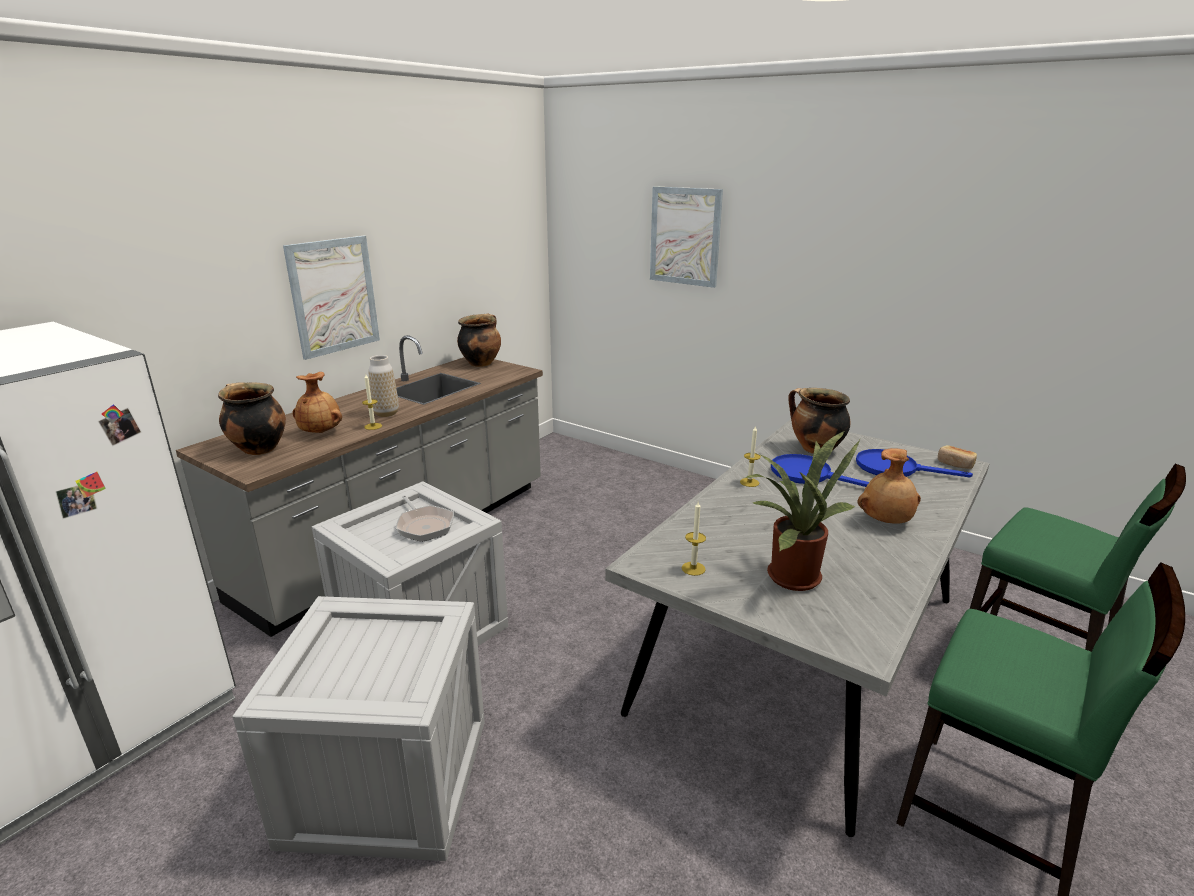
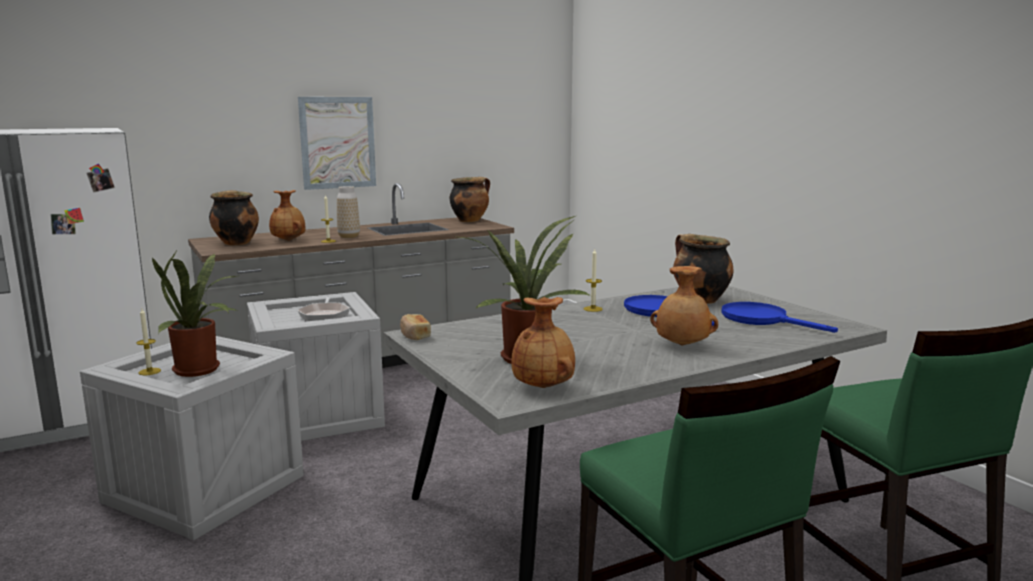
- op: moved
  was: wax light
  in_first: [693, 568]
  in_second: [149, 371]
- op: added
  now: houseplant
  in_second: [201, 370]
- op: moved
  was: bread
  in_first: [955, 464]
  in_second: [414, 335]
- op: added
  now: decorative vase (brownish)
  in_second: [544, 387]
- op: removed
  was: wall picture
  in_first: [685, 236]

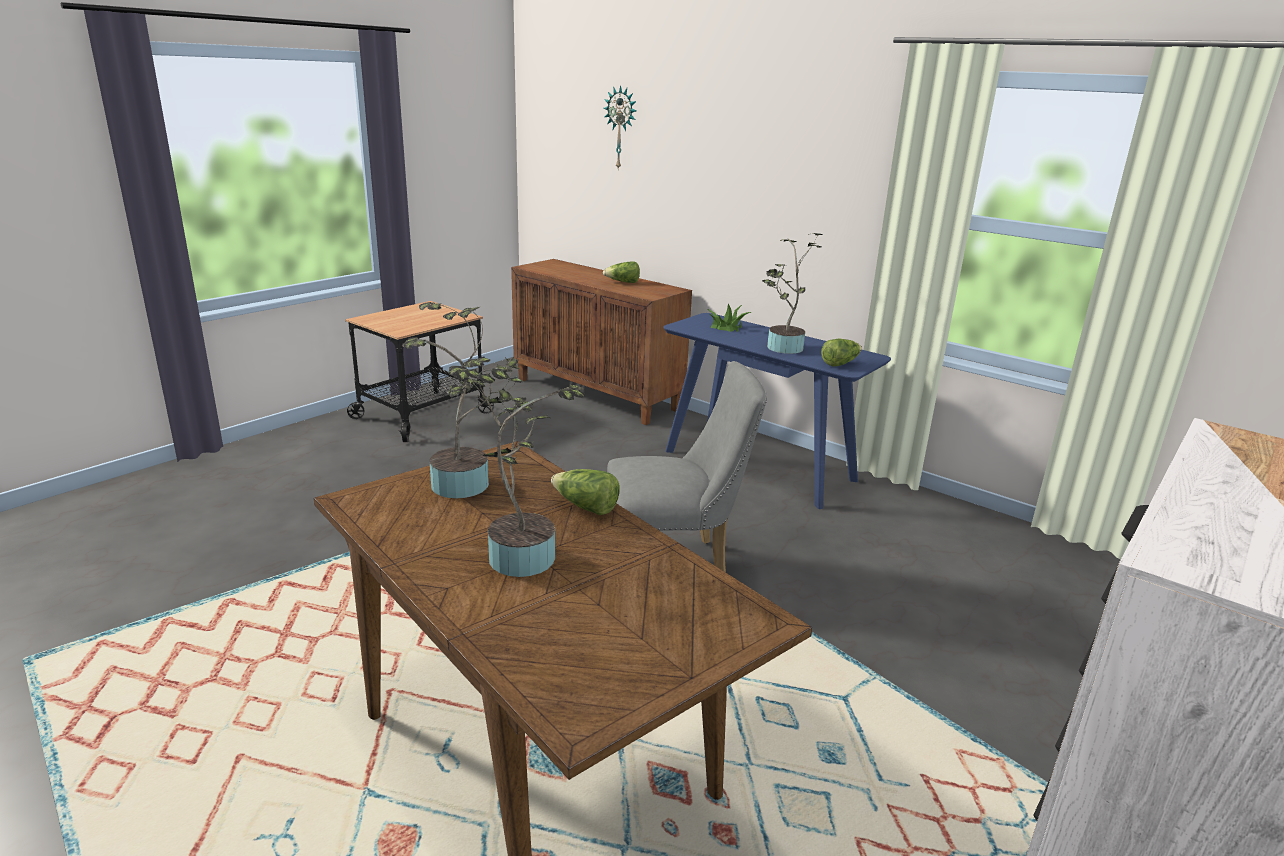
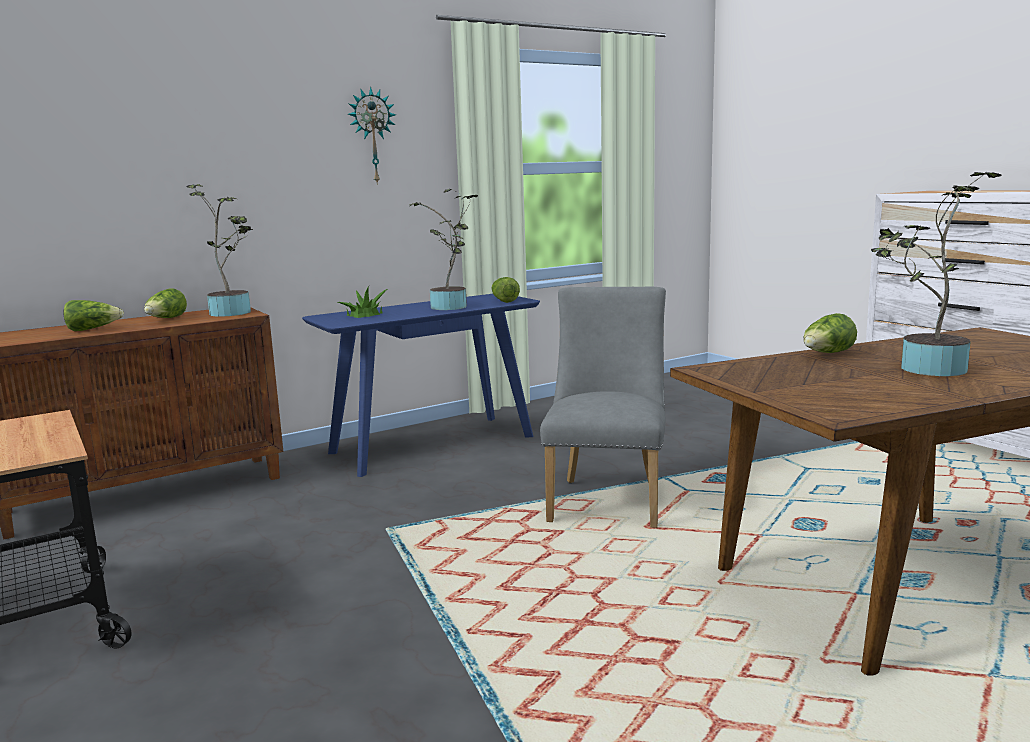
- op: added
  now: lettuce head
  in_second: [93, 329]
- op: moved
  was: houseplant
  in_first: [467, 484]
  in_second: [233, 312]
- op: moved
  was: clock on the wall
  in_first: [621, 128]
  in_second: [372, 136]

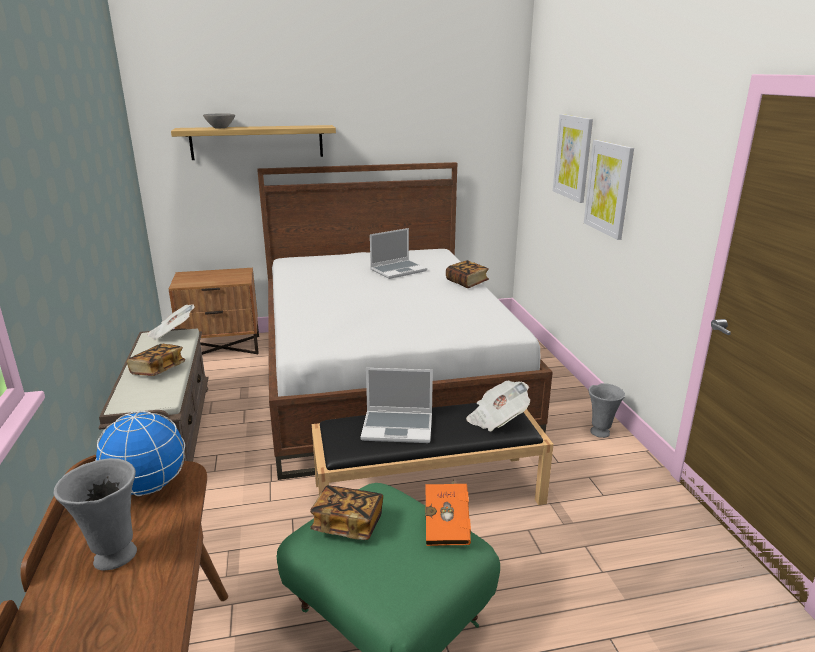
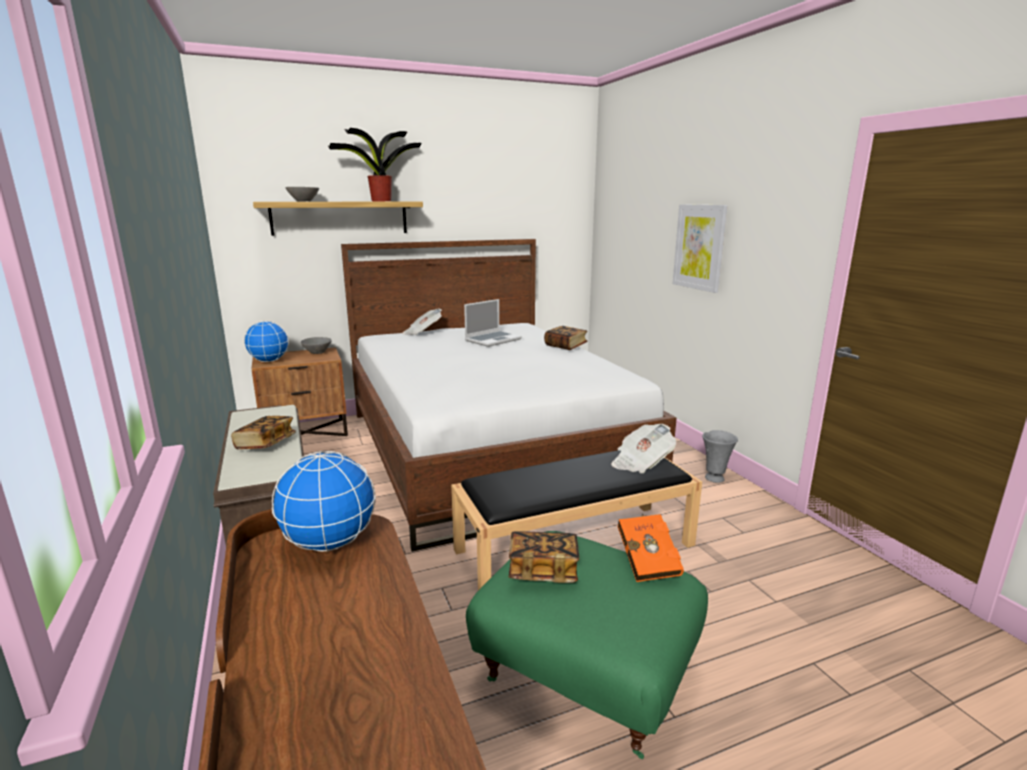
- op: added
  now: globe
  in_second: [268, 361]
- op: added
  now: deep dish (gray)
  in_second: [317, 353]
- op: added
  now: houseplant
  in_second: [380, 201]
- op: moved
  was: printed paper
  in_first: [172, 334]
  in_second: [422, 333]
- op: removed
  was: decorative vase (gray)
  in_first: [113, 557]
- op: removed
  was: portable computer
  in_first: [398, 427]
- op: removed
  was: wall picture
  in_first: [573, 157]

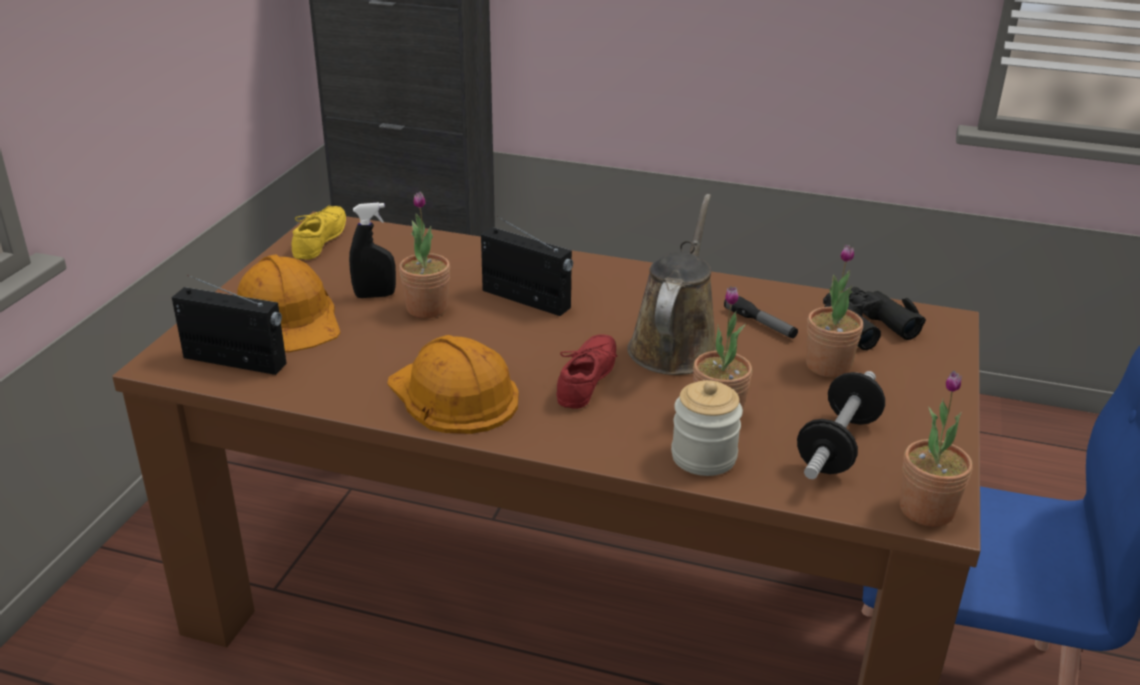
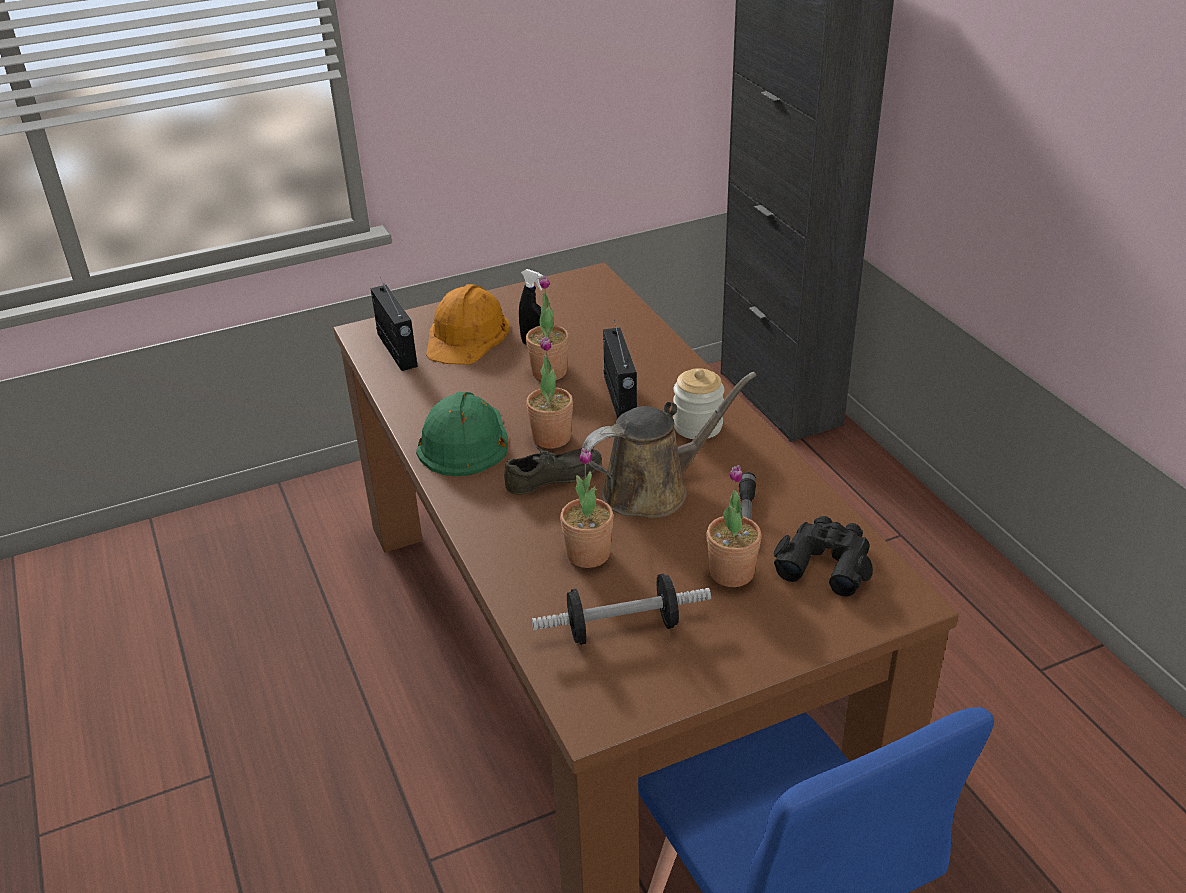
- op: recoloured
  was: work helmet (orangey)
  now: work helmet (greenish)
  in_first: [453, 395]
  in_second: [463, 440]
- op: recoloured
  was: shoe (red)
  now: shoe (gray)
  in_first: [590, 380]
  in_second: [555, 480]
- op: moved
  was: houseplant
  in_first: [926, 510]
  in_second: [551, 438]
- op: moved
  was: storage jar
  in_first: [703, 457]
  in_second: [697, 426]
- op: removed
  was: shoe (yellow-coloured)
  in_first: [323, 241]

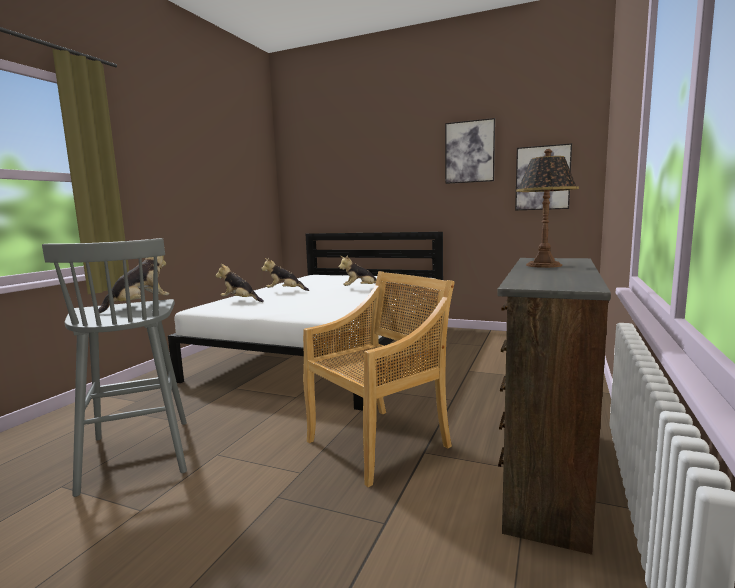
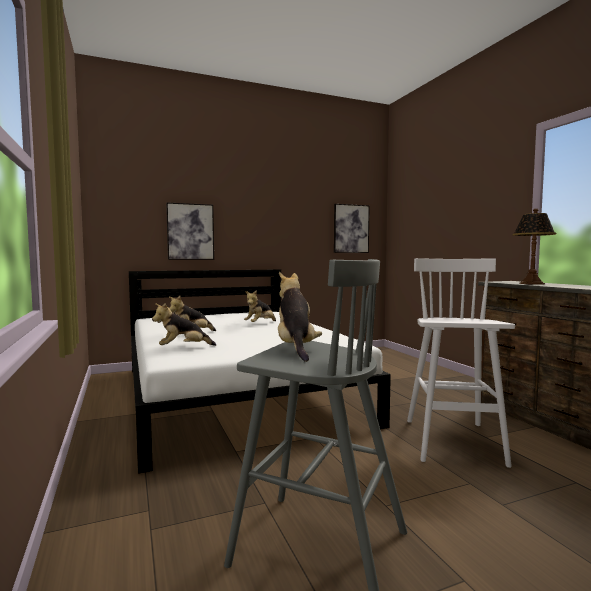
- op: moved
  was: wall picture
  in_first: [469, 152]
  in_second: [190, 231]
- op: replaced
  was: upright chair (beige-coloured)
  now: stool seat (white)
  in_first: [379, 443]
  in_second: [453, 443]

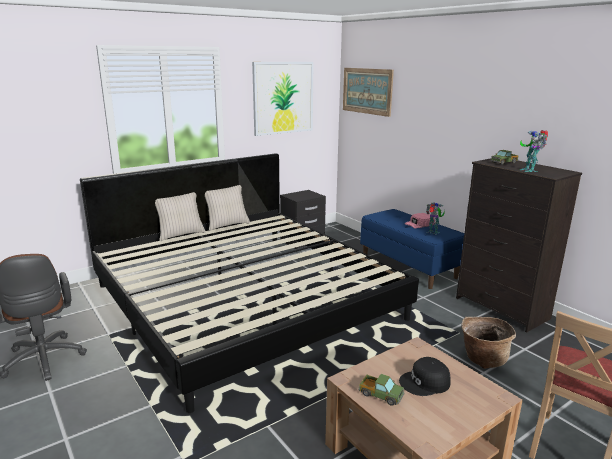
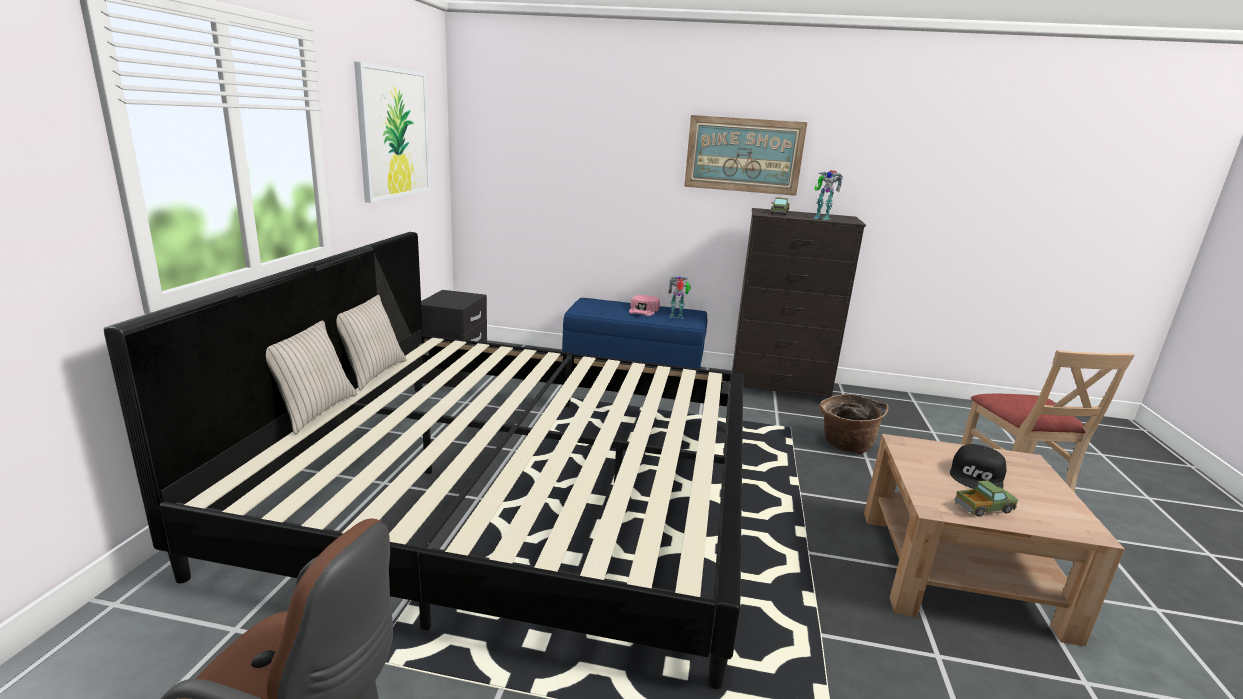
- op: moved
  was: wall picture
  in_first: [367, 91]
  in_second: [743, 155]

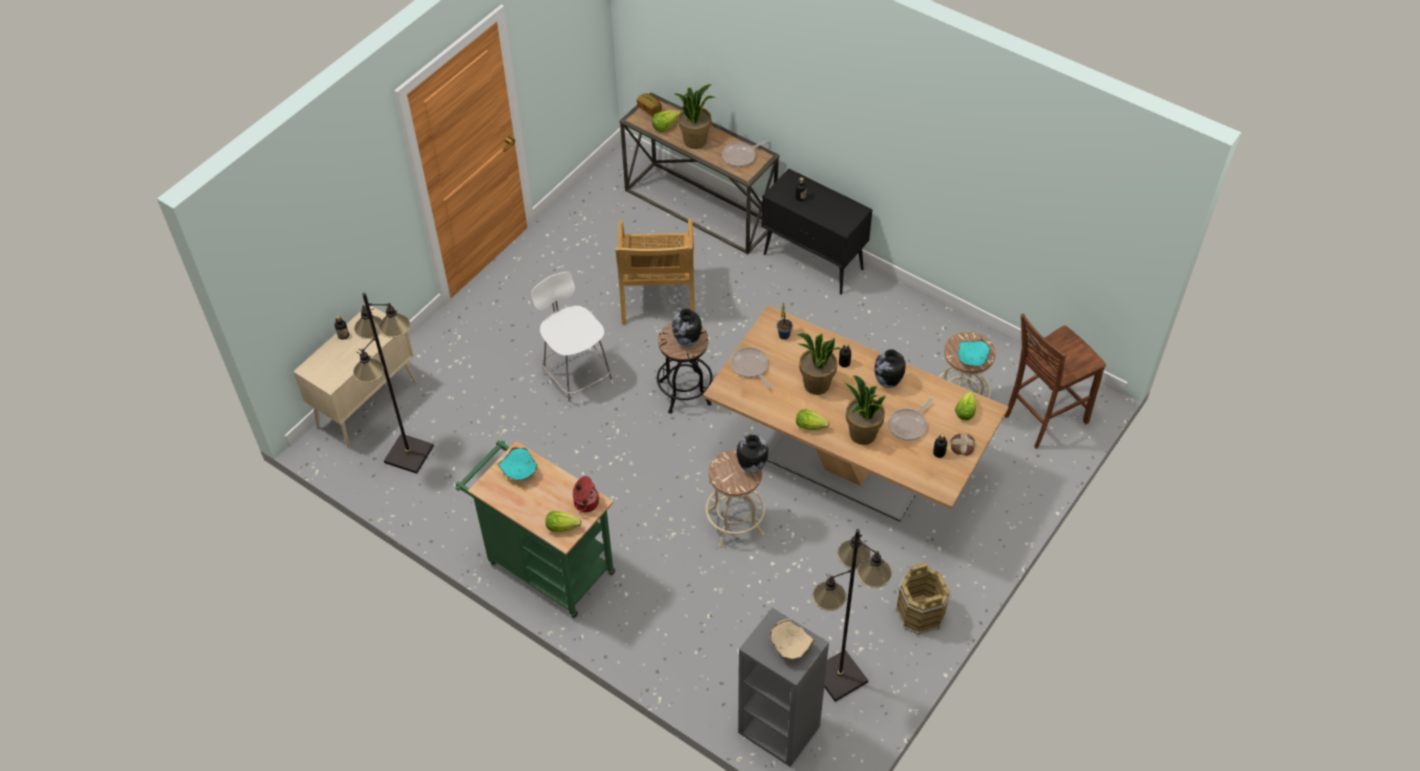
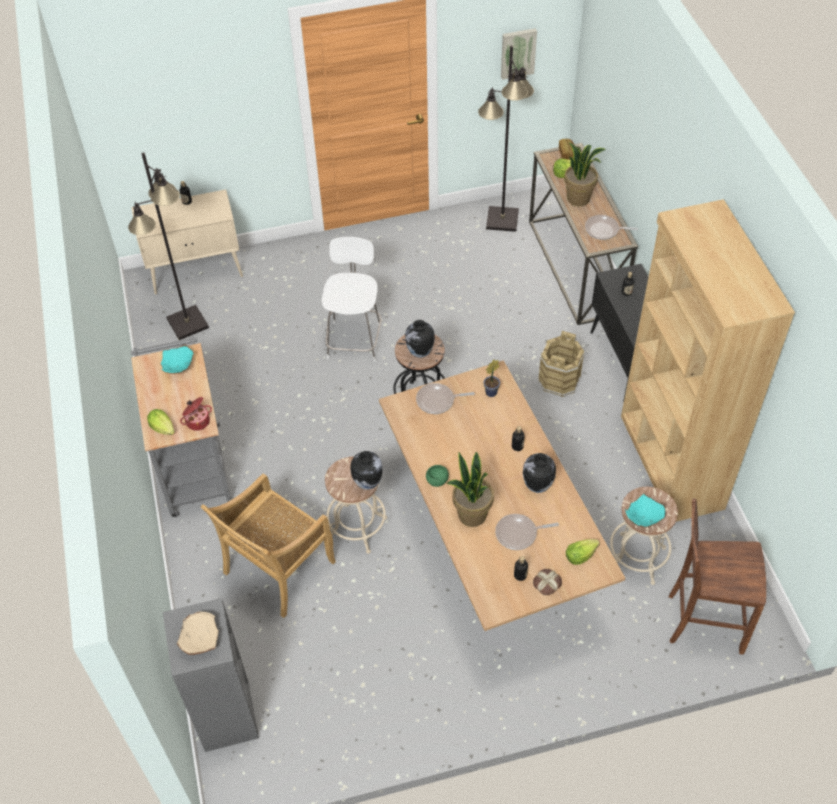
- op: recoloured
  was: trolley (greenish)
  now: trolley (gray)
  in_first: [545, 565]
  in_second: [194, 464]
- op: moved
  was: upright chair (beige-coloured)
  in_first: [658, 299]
  in_second: [278, 569]
- op: turned
  was: frying pan
  in_first: [750, 367]
  in_second: [438, 401]
  clockwise: -105
- op: replaced
  was: lettuce head
  now: deep dish (greenish)
  in_first: [812, 426]
  in_second: [437, 481]
- op: moved
  was: floor lamp (black-coloured)
  in_first: [839, 677]
  in_second: [501, 220]
- op: added
  now: wall picture
  in_second: [517, 52]
- op: moved
  was: water bucket (brownish)
  in_first: [919, 613]
  in_second: [558, 380]
- op: added
  now: bookcase (brownish)
  in_second: [670, 462]
- op: removed
  was: houseplant
  in_first: [816, 385]

